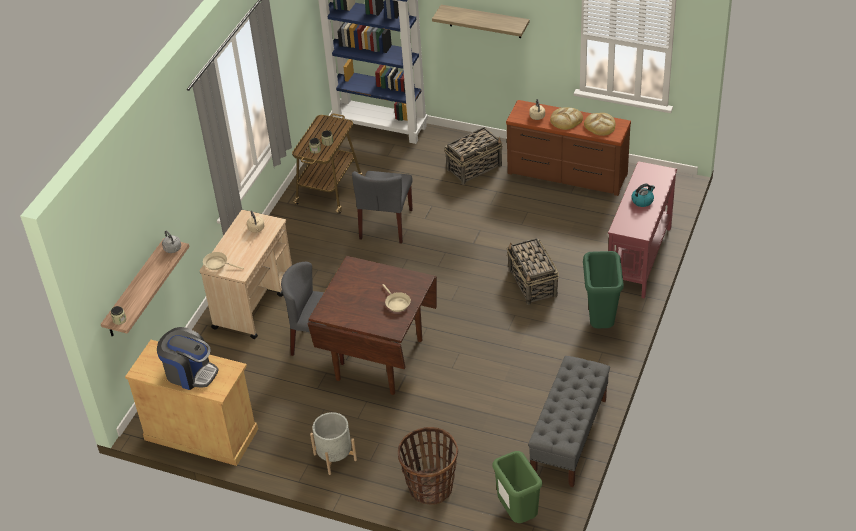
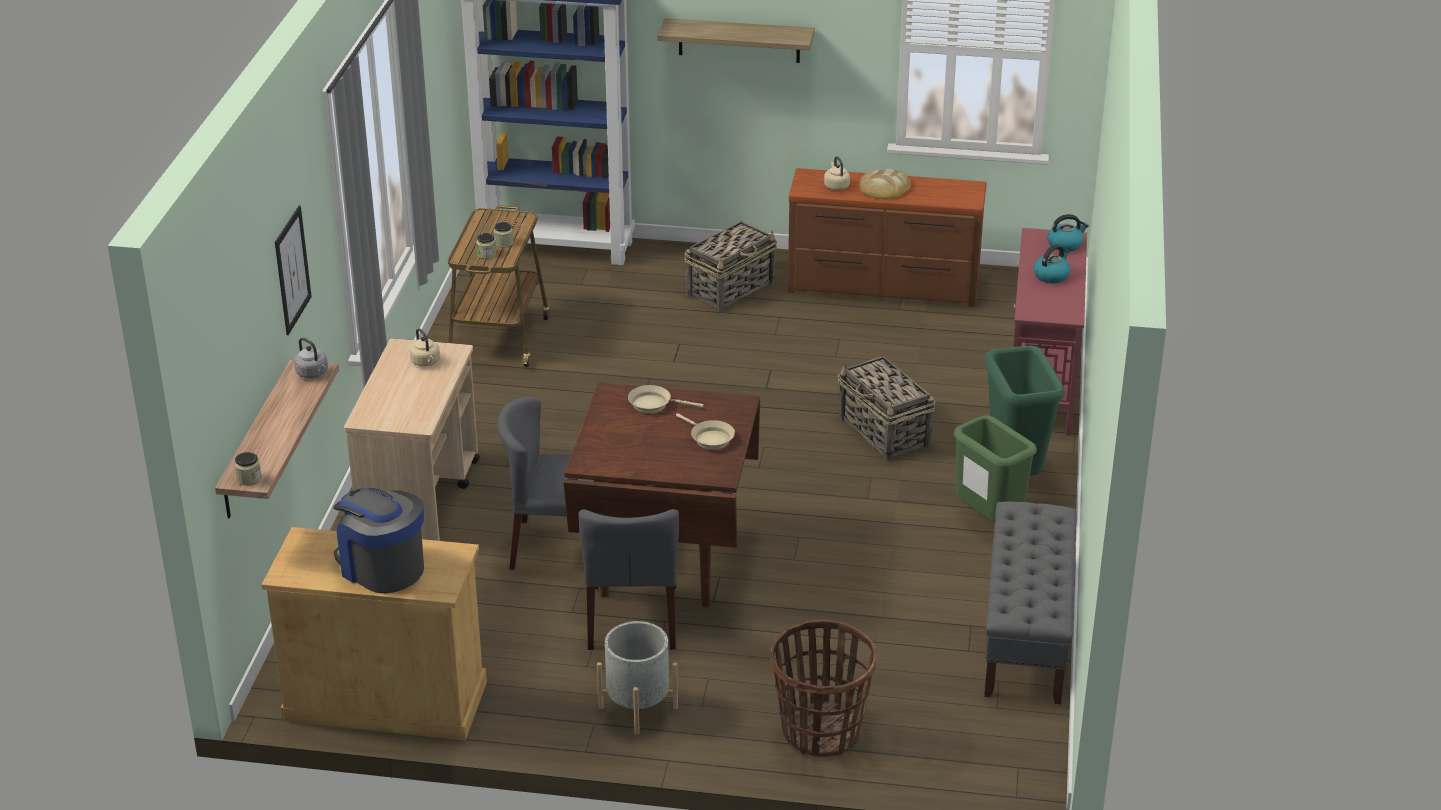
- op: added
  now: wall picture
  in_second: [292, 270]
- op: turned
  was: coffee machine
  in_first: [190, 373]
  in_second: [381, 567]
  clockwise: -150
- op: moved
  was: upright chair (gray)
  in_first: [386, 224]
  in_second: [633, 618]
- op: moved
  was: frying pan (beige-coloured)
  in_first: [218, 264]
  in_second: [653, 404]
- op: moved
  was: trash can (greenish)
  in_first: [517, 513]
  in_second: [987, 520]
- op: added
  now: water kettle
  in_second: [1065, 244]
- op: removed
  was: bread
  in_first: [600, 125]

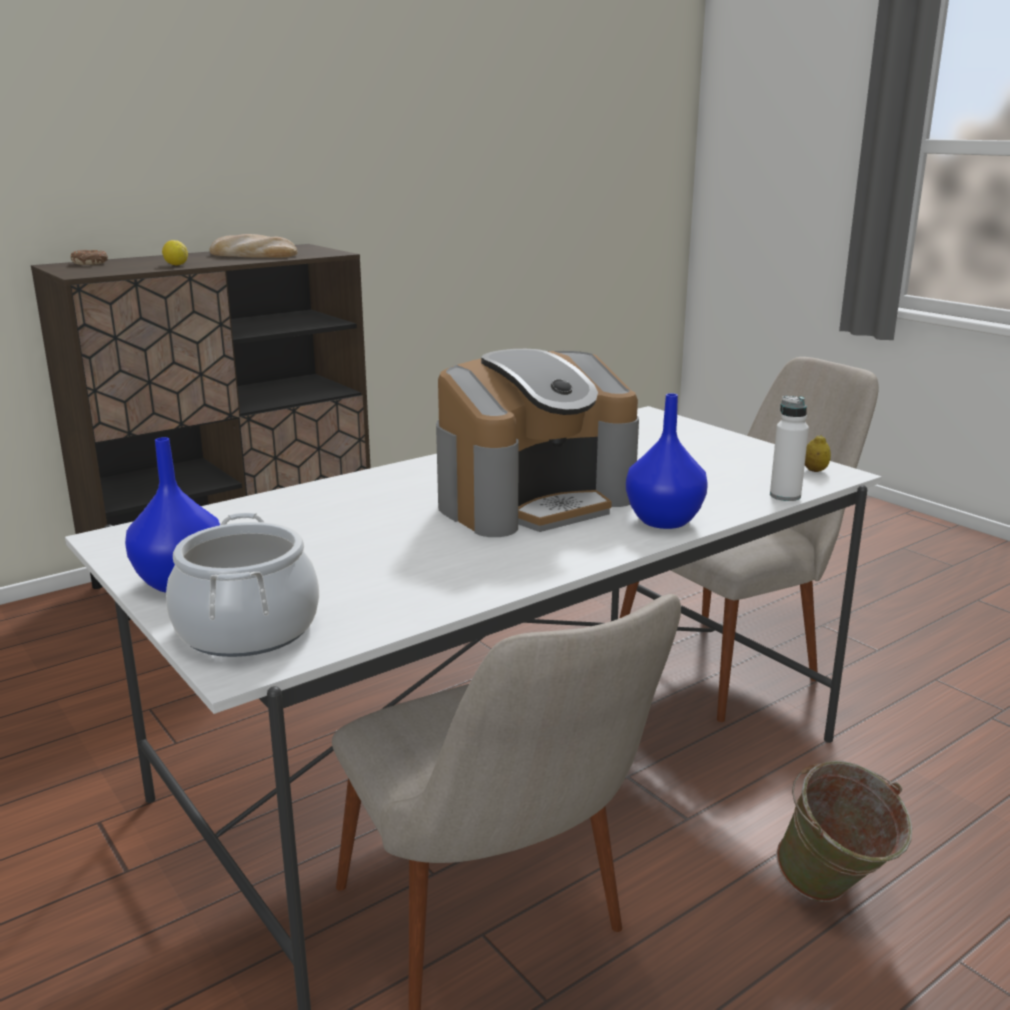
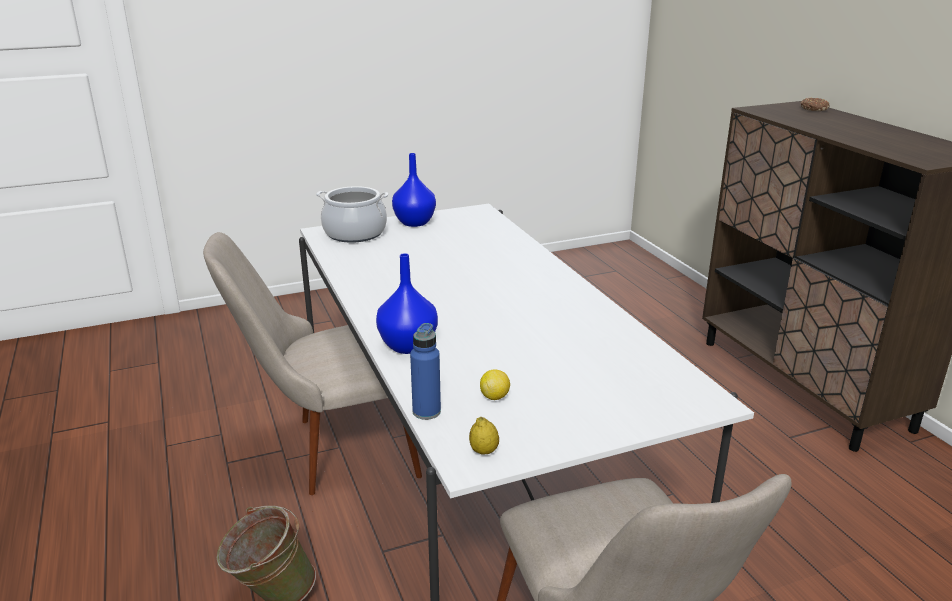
- op: recoloured
  was: beverage bottle (white)
  now: beverage bottle (bluish)
  in_first: [785, 496]
  in_second: [426, 412]
- op: moved
  was: lemon
  in_first: [176, 265]
  in_second: [495, 397]
- op: removed
  was: bread
  in_first: [252, 255]
- op: removed
  was: coffee machine
  in_first: [534, 500]

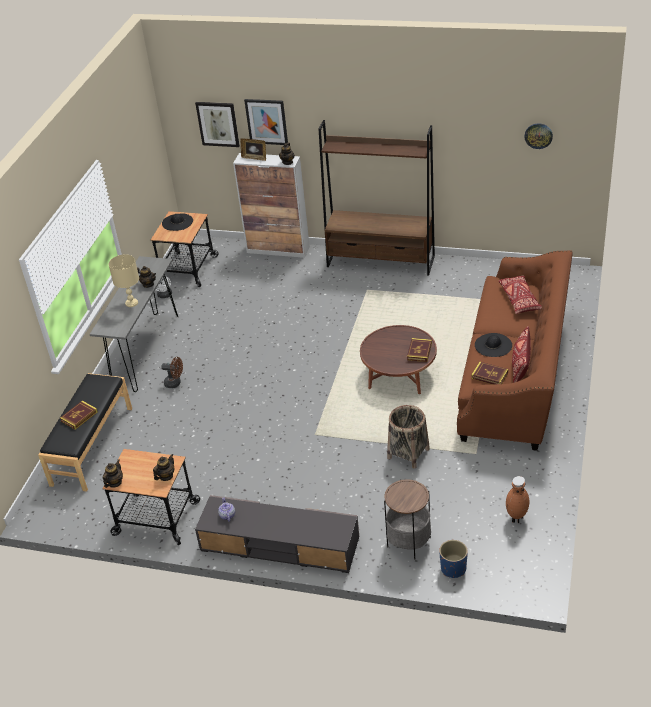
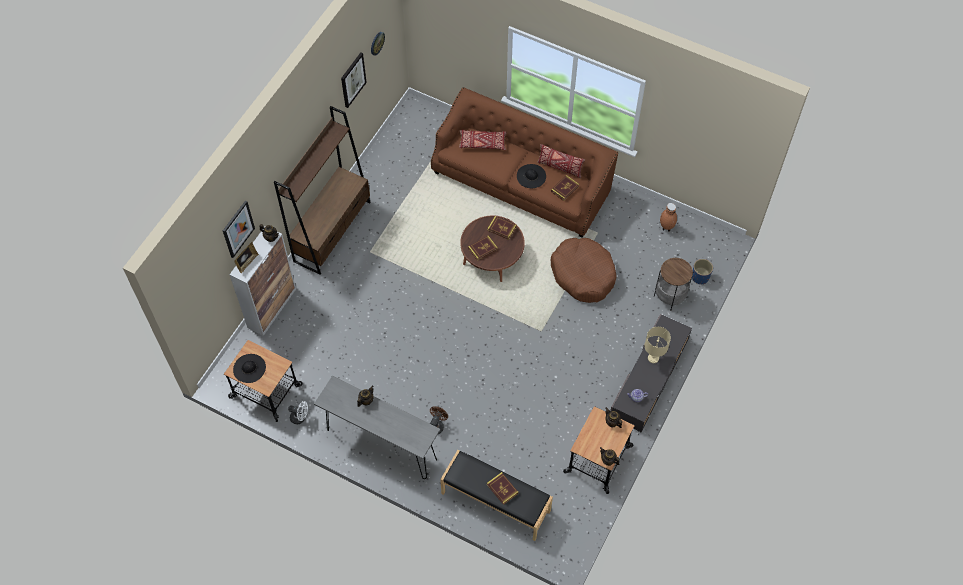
- op: moved
  was: wall picture
  in_first: [218, 124]
  in_second: [352, 79]
- op: added
  now: volume
  in_second: [482, 249]
- op: replaced
  was: household basket
  now: pet bed (brownish)
  in_first: [408, 453]
  in_second: [583, 274]
- op: moved
  was: table lamp (beige-coloured)
  in_first: [131, 303]
  in_second: [653, 358]

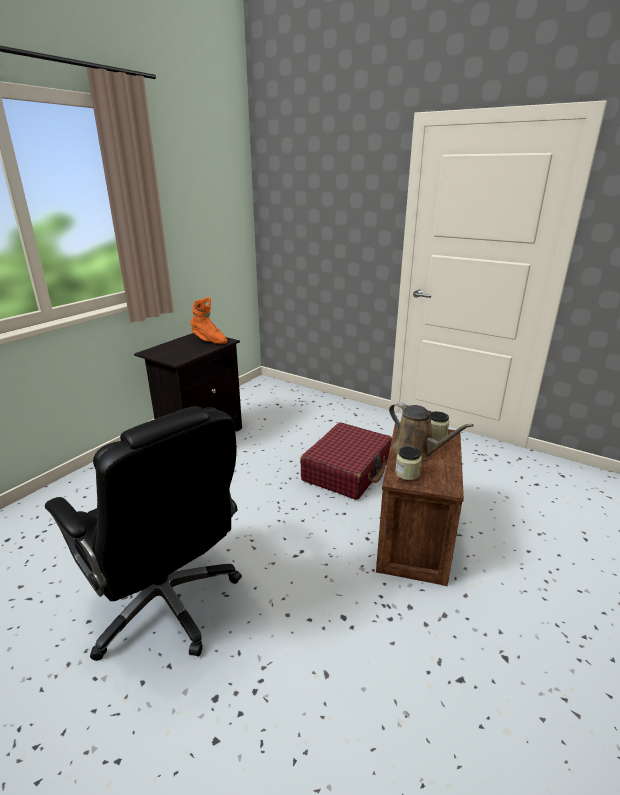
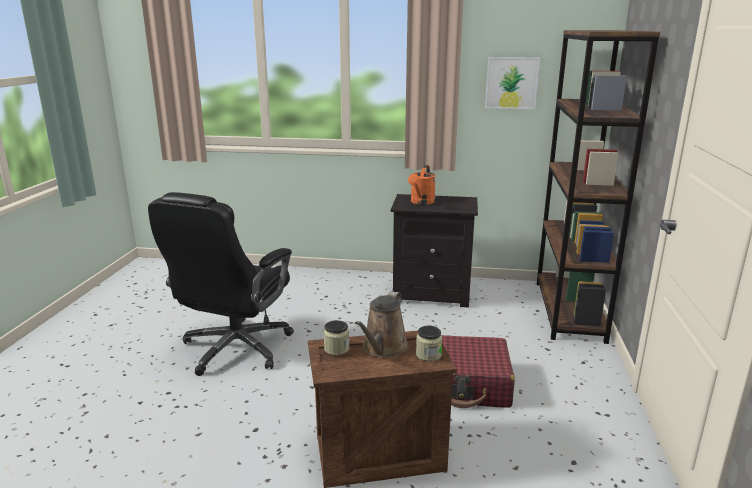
- op: added
  now: sprinkling can (orangey)
  in_second: [421, 202]
- op: added
  now: wall picture
  in_second: [511, 83]
- op: added
  now: bookcase (brownish)
  in_second: [569, 311]
- op: removed
  was: tall boot (orangey)
  in_first: [209, 340]

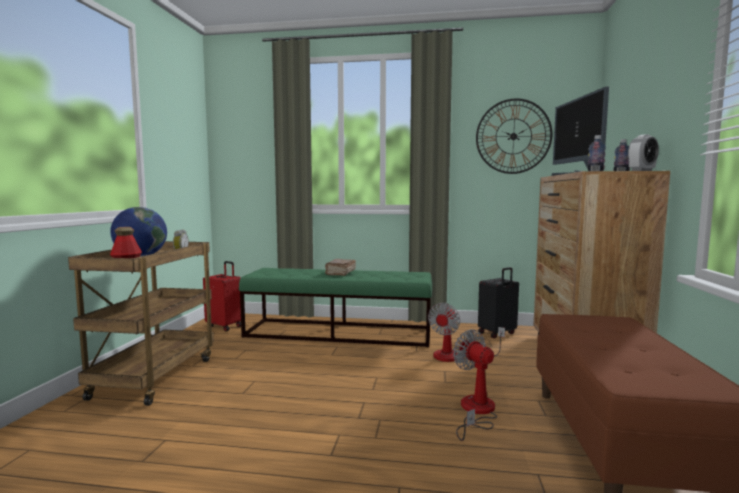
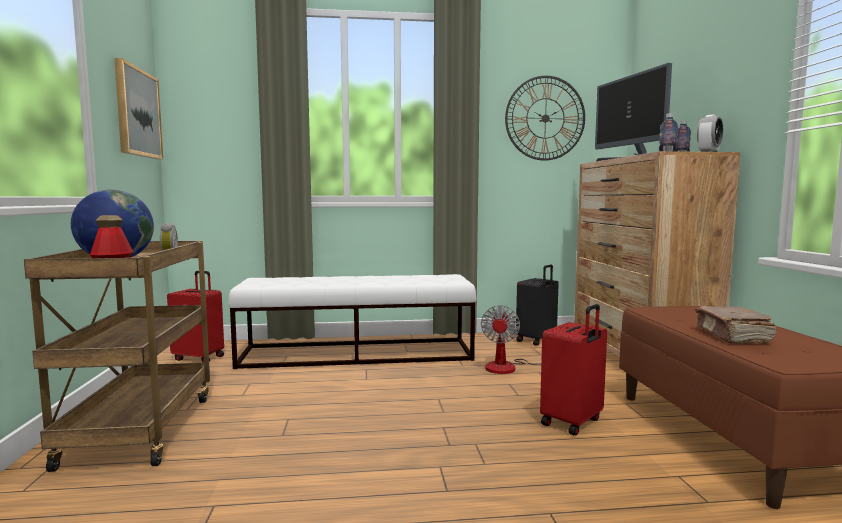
- op: added
  now: wall picture
  in_second: [137, 113]
- op: recoloured
  was: bench (greenish)
  now: bench (white)
  in_first: [339, 332]
  in_second: [357, 353]
- op: replaced
  was: electric fan
  now: piece of luggage (red)
  in_first: [476, 412]
  in_second: [573, 422]
- op: moved
  was: volume (brownish)
  in_first: [340, 273]
  in_second: [732, 336]

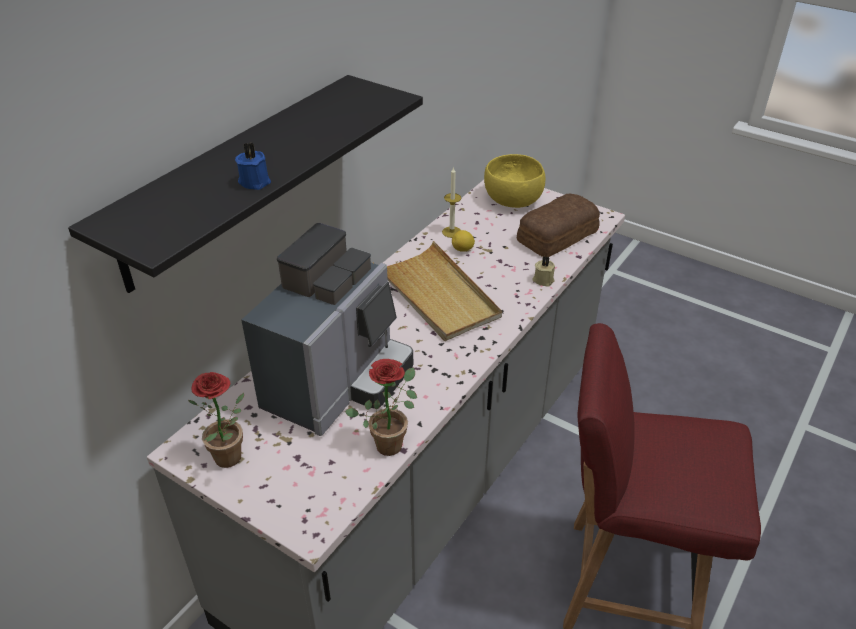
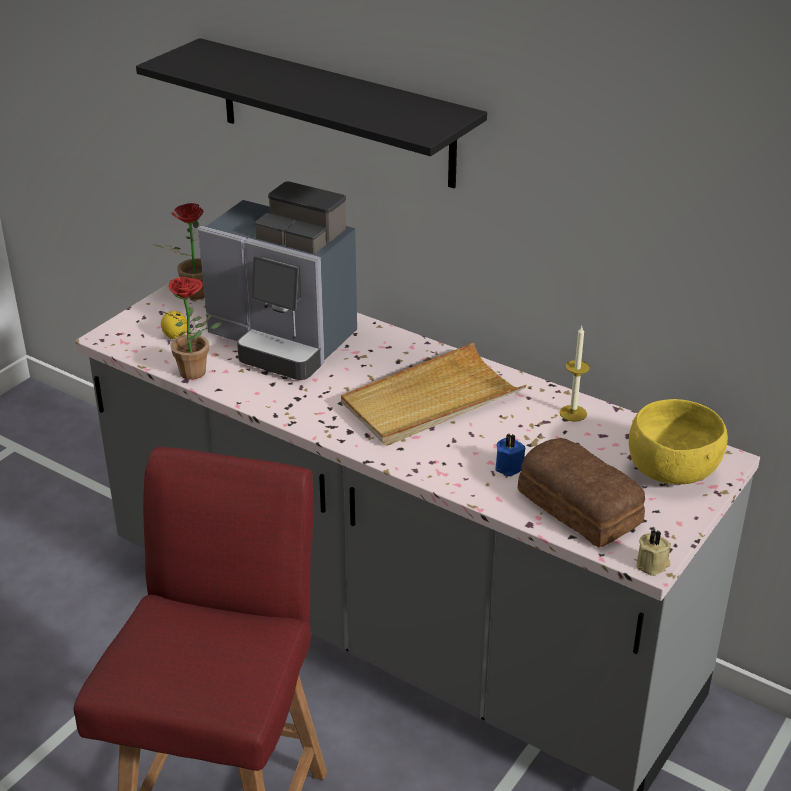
- op: moved
  was: lemon
  in_first: [462, 250]
  in_second: [175, 336]
- op: moved
  was: wax light (bluish)
  in_first: [255, 181]
  in_second: [510, 467]
- op: moved
  was: wax light (beige-coloured)
  in_first: [543, 279]
  in_second: [653, 564]

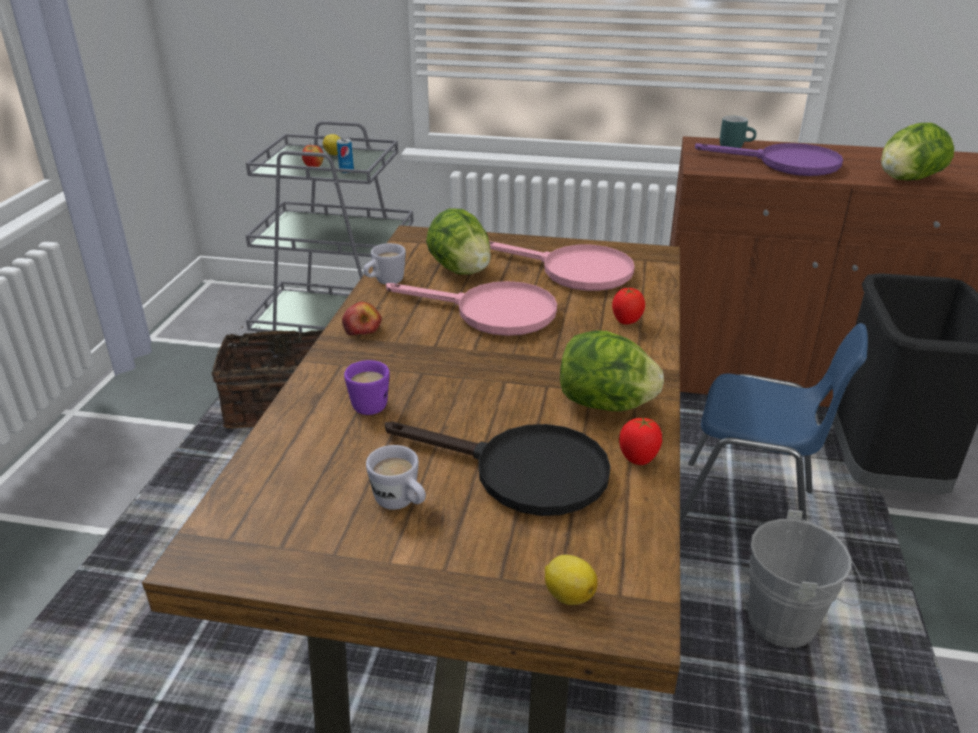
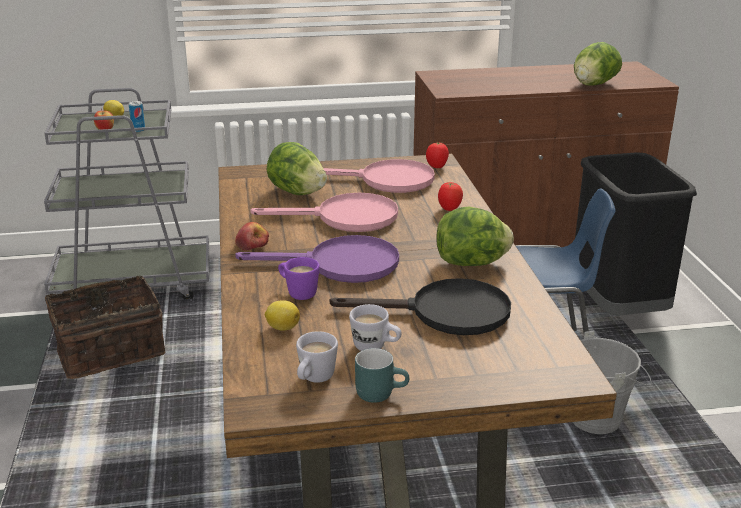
- op: moved
  was: frying pan (purplish)
  in_first: [786, 164]
  in_second: [341, 265]
- op: moved
  was: lemon
  in_first: [568, 594]
  in_second: [282, 327]
- op: moved
  was: tea mug (white)
  in_first: [385, 282]
  in_second: [314, 379]
- op: moved
  was: tea mug (turquoise-coloured)
  in_first: [735, 146]
  in_second: [380, 392]
- op: moved
  was: whole tomato
  in_first: [638, 460]
  in_second: [437, 167]

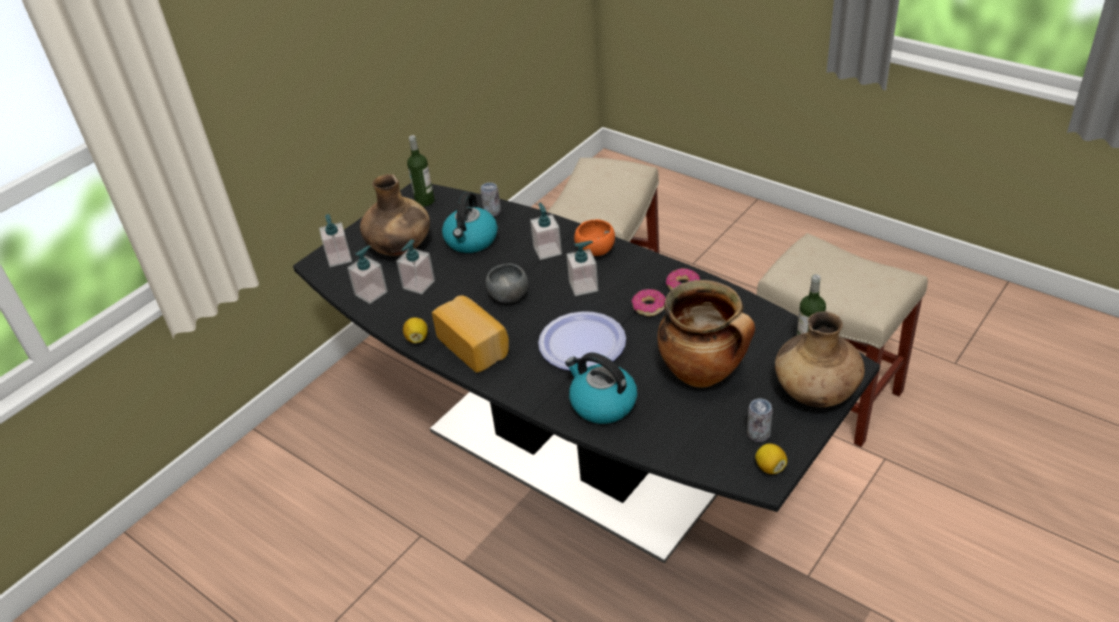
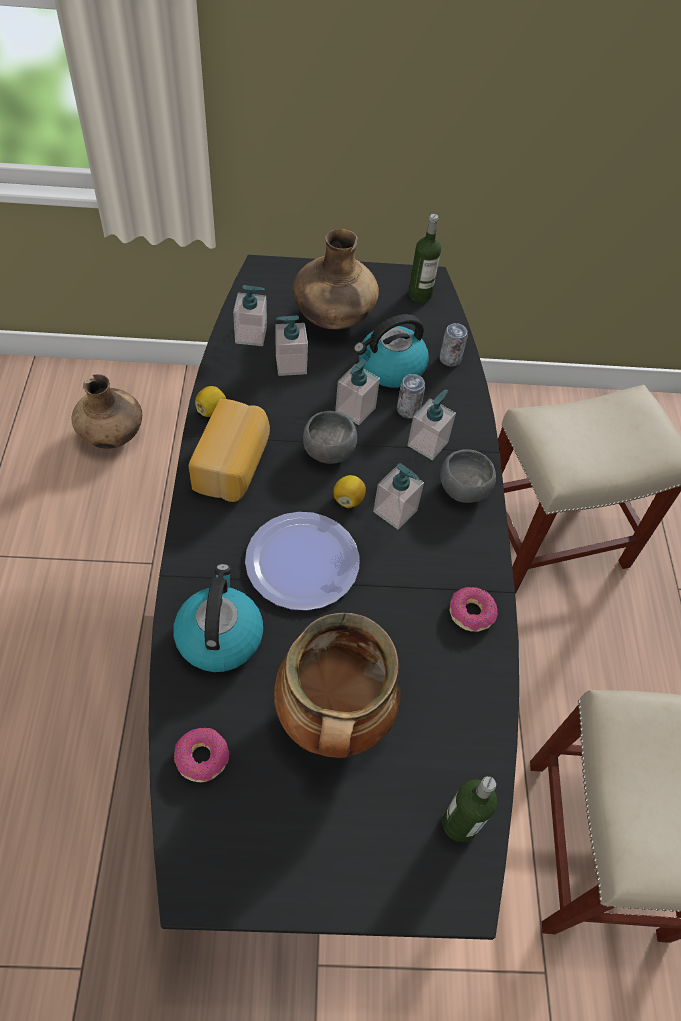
- op: moved
  was: decorative vase (brownish)
  in_first: [815, 392]
  in_second: [112, 435]
- op: moved
  was: doughnut
  in_first: [648, 307]
  in_second: [202, 757]
- op: moved
  was: lemon
  in_first: [770, 467]
  in_second: [348, 499]
- op: moved
  was: soap dispenser
  in_first: [339, 258]
  in_second: [355, 410]
- op: moved
  was: sealed can
  in_first: [758, 434]
  in_second: [408, 410]
- op: recoloured
  was: deep dish (orangey)
  now: deep dish (gray)
  in_first: [596, 251]
  in_second: [463, 490]

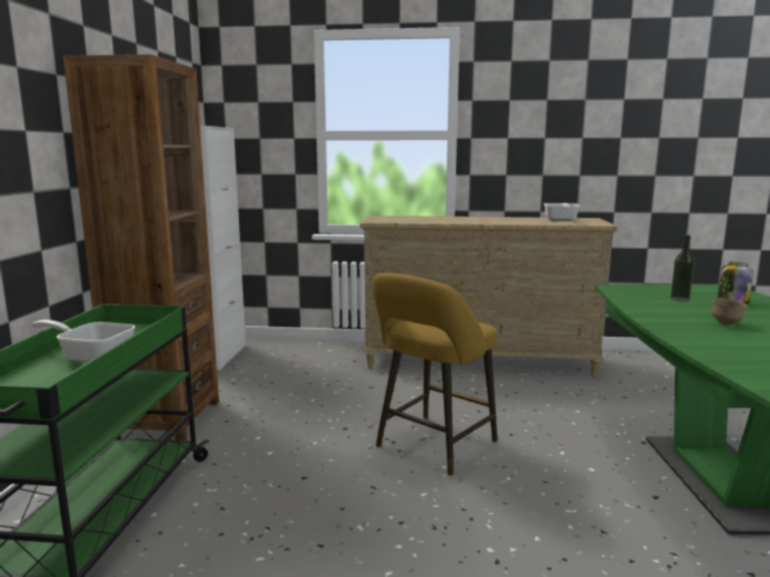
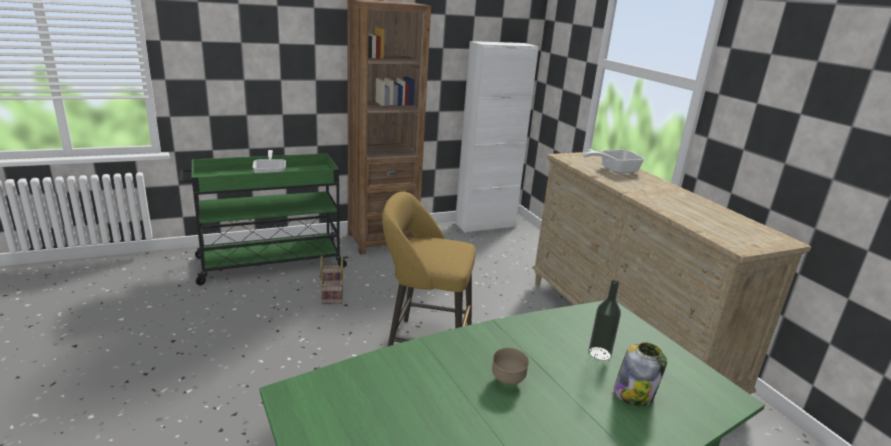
- op: added
  now: household basket
  in_second: [331, 293]
- op: moved
  was: frying pan
  in_first: [560, 220]
  in_second: [614, 170]

